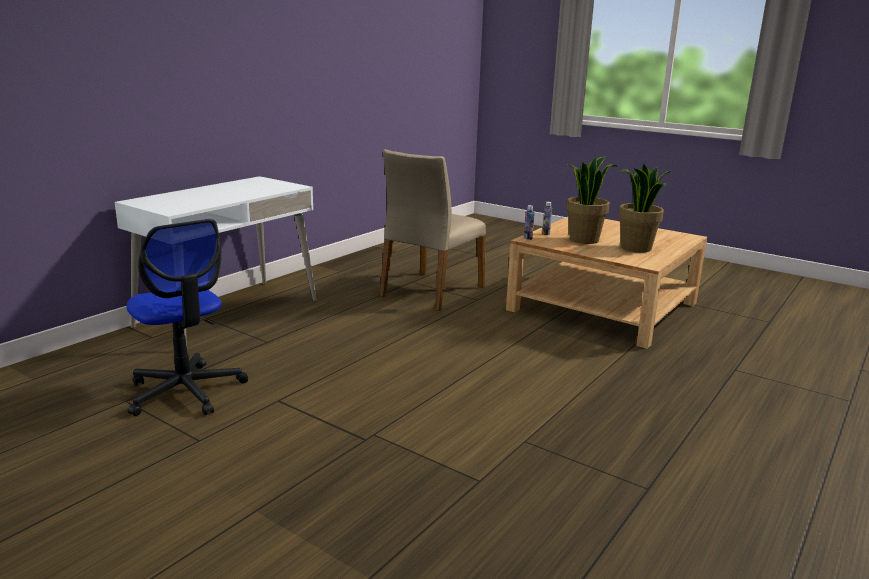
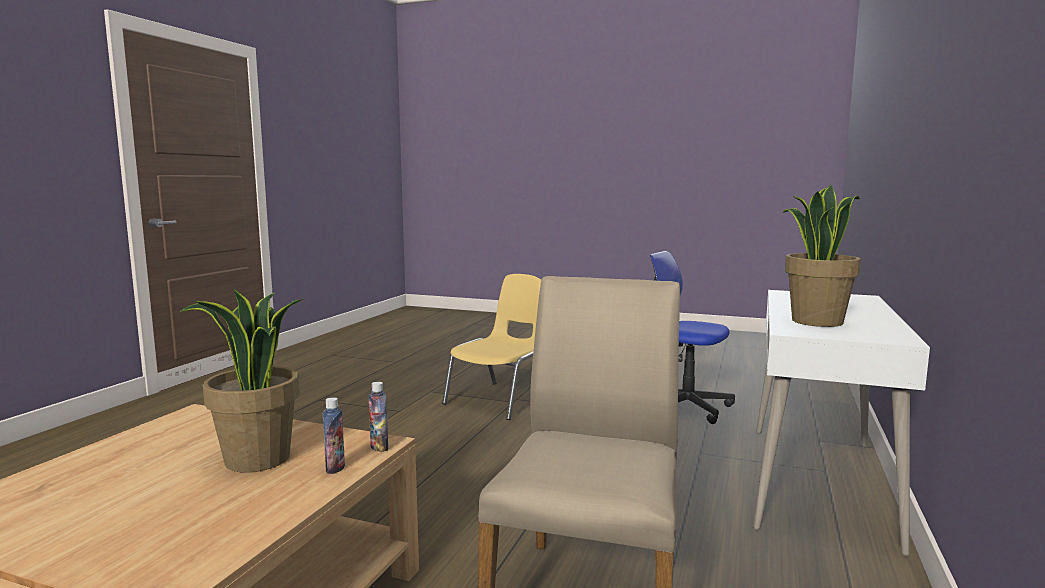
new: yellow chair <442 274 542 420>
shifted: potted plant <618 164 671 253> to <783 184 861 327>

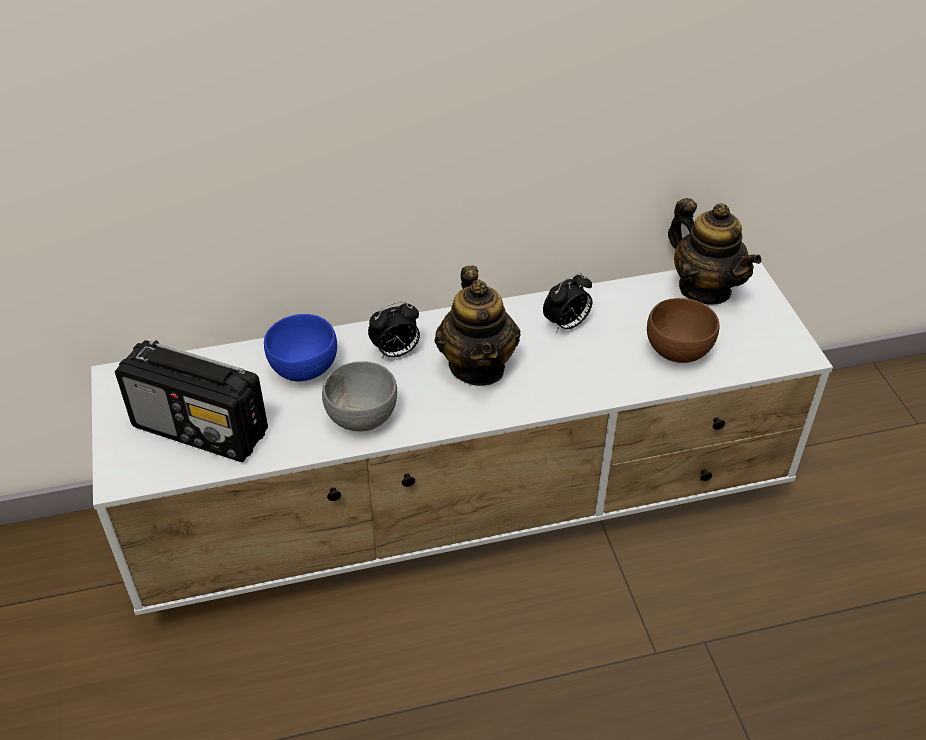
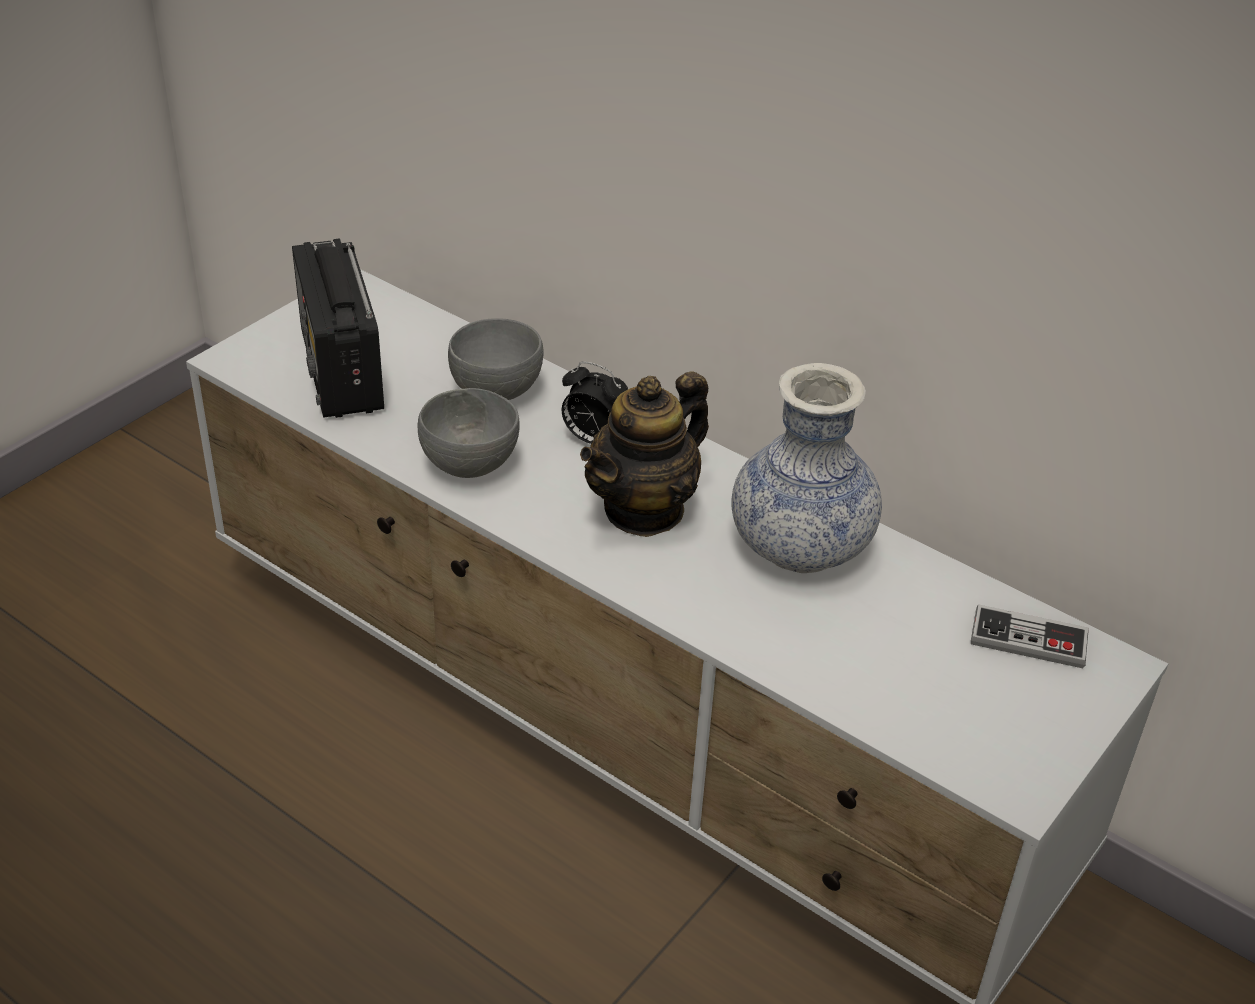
gone: brown bowl <647 298 720 363>
swapped: alarm clock <543 272 592 333> to vase <731 363 882 573>; teapot <668 198 762 304> to game controller <971 604 1088 668>
repainted: blue bowl <264 314 337 381> to grey bowl <448 318 544 400>

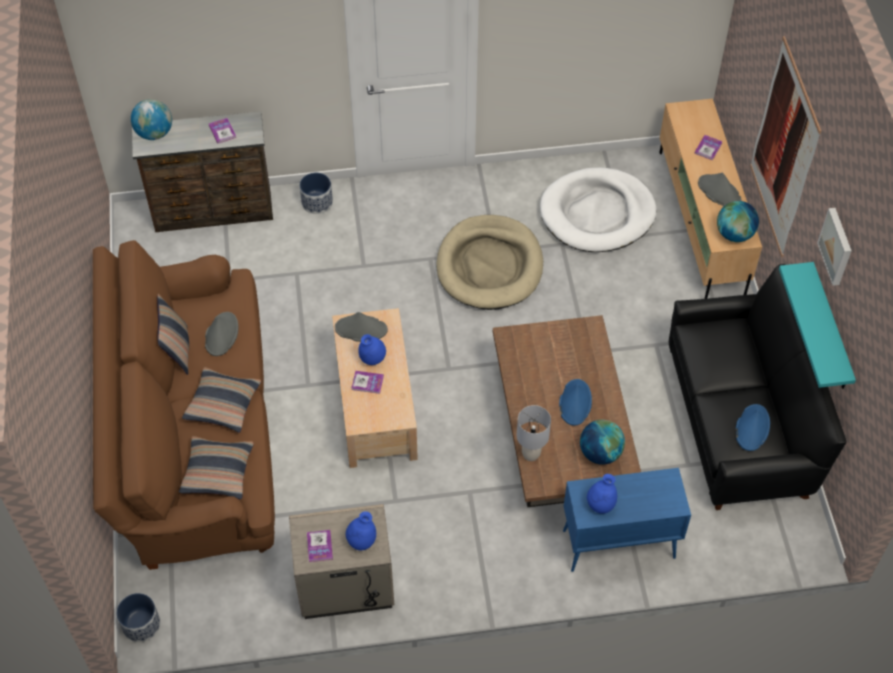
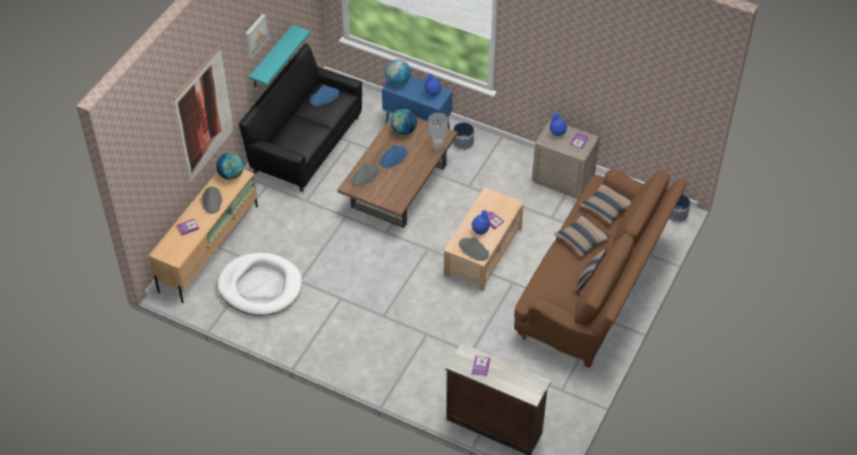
gone: beige dog bed <436 215 543 310>
shifted: globe <131 99 172 140> to <385 59 411 86>; grey hat <205 312 239 356> to <351 163 380 186>; planter <300 172 333 214> to <453 122 474 150>

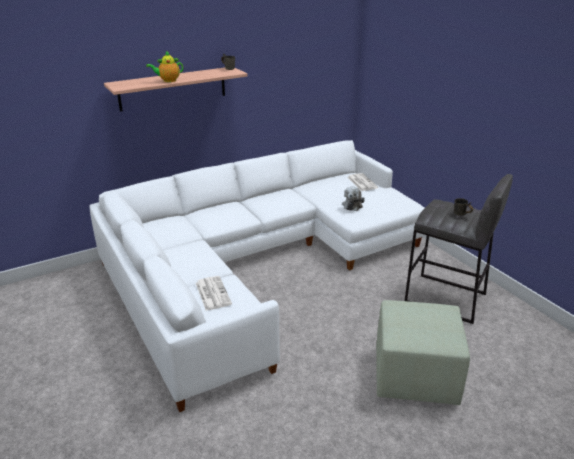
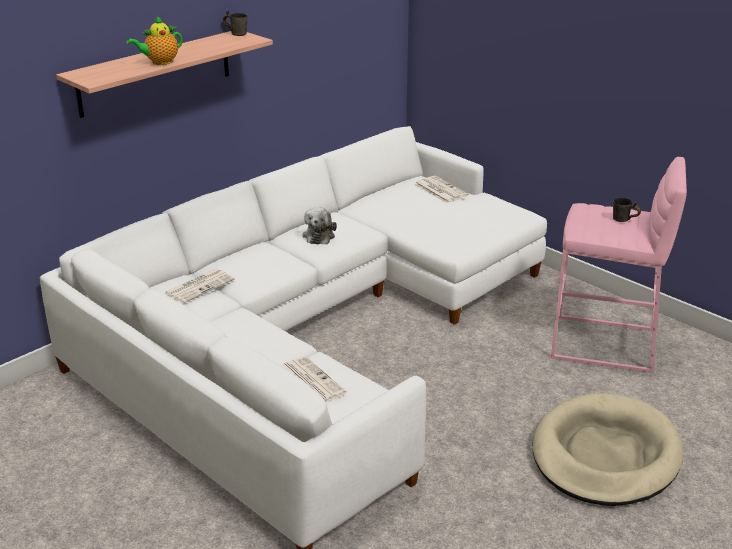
new: newspaper <165 268 235 304>
shifted: plush toy <342 187 365 211> to <302 207 337 244>
swapped: green ottoman <376 300 470 405> to beige dog bed <533 393 683 506>
repainted: grey stool <405 174 513 324> to pink stool <551 157 687 373>

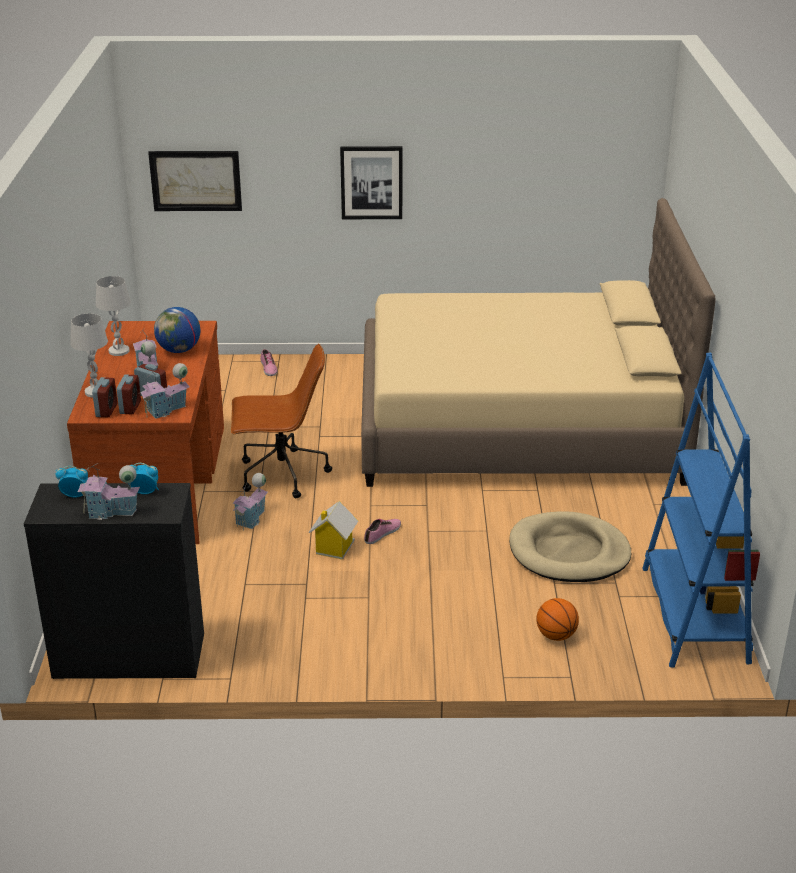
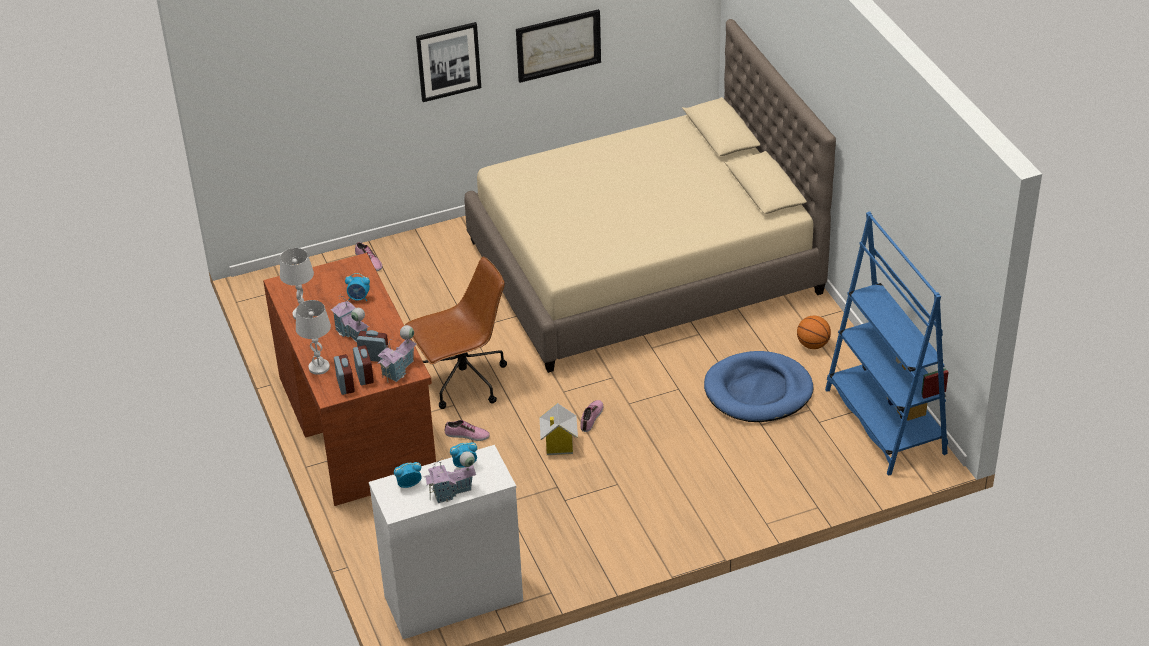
shifted: picture <148 151 242 211> to <516 9 601 83>; basketball <536 598 579 641> to <797 316 831 349>
swapped: globe <154 307 200 353> to alarm clock <345 273 370 301>; toy house <233 473 268 531> to shoe <445 420 490 441>
repainted: black dresser <24 483 204 679> to white dresser <369 445 523 639>; beige dog bed <509 511 631 582> to blue dog bed <704 351 814 422>

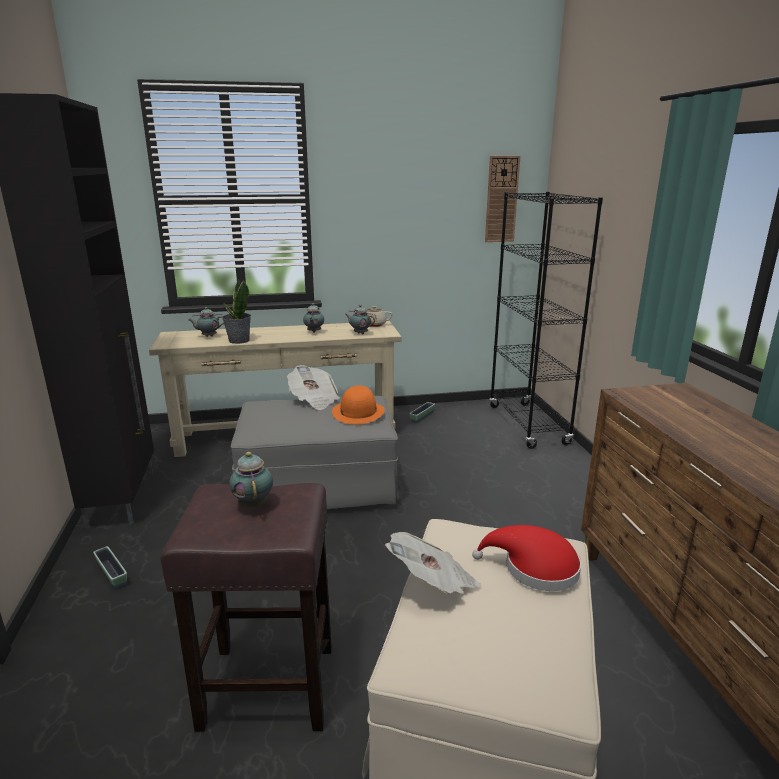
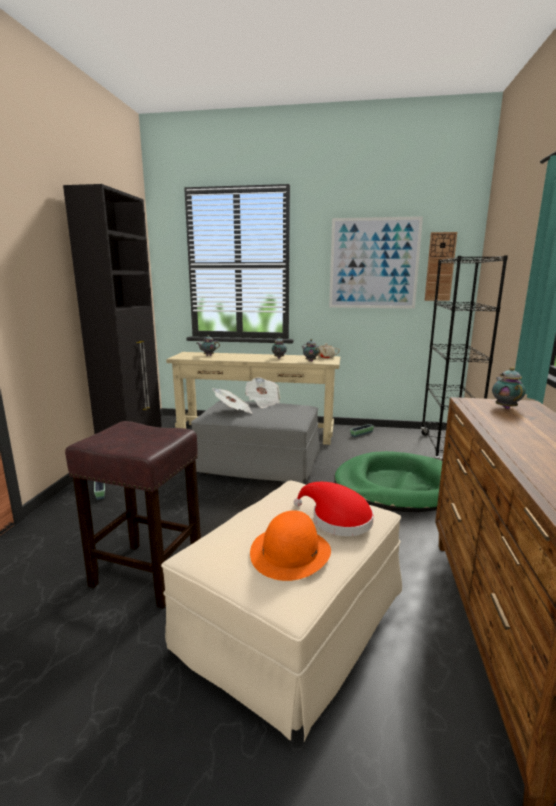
gone: potted plant <222 279 251 344>
new: picture <329 216 423 309>; green dog bed <334 451 442 512>
shifted: teapot <229 452 273 508> to <492 367 526 409>; orange hat <332 385 385 424> to <250 510 331 581>; newspaper <385 532 481 594> to <212 388 252 413>

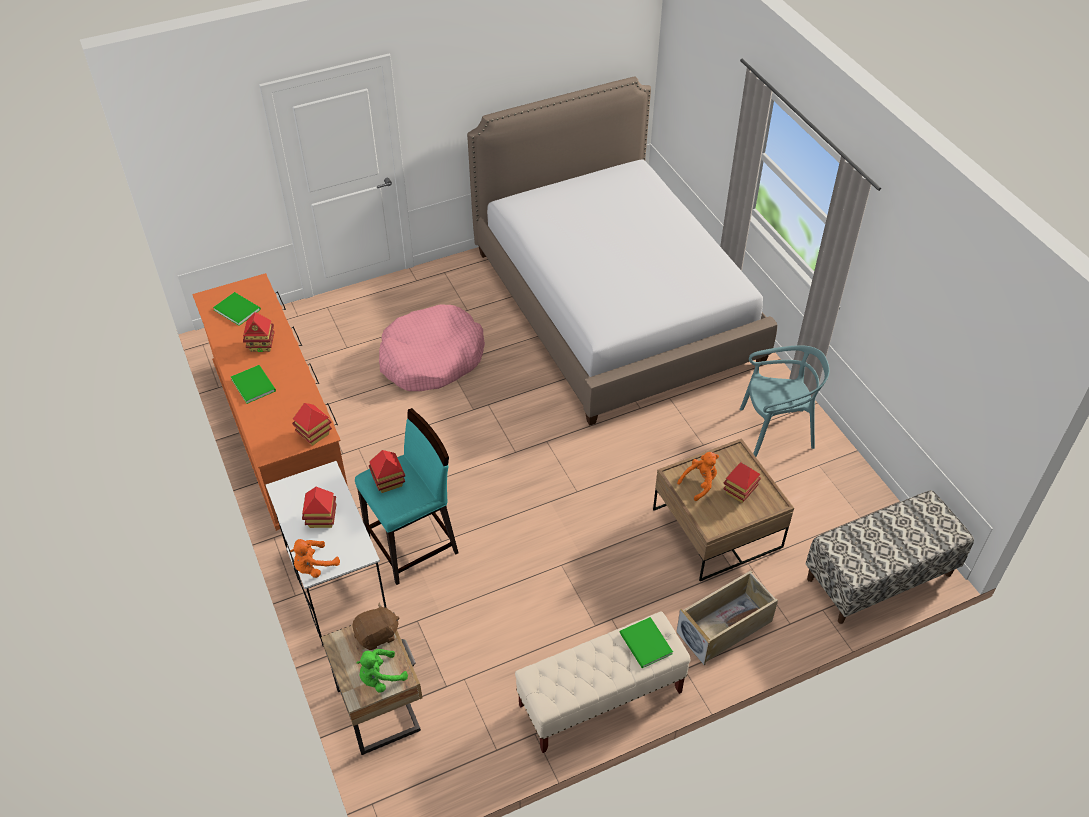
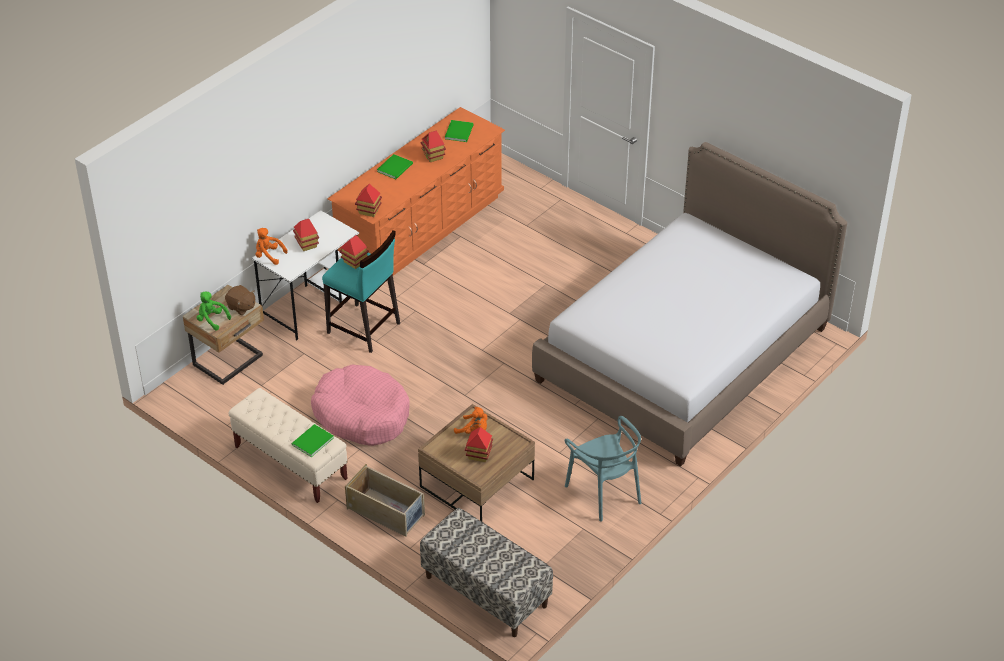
shifted: pink dog bed <379 304 485 391> to <311 365 410 446>

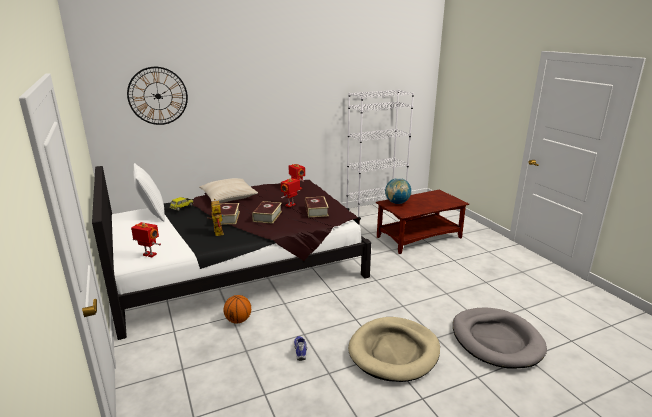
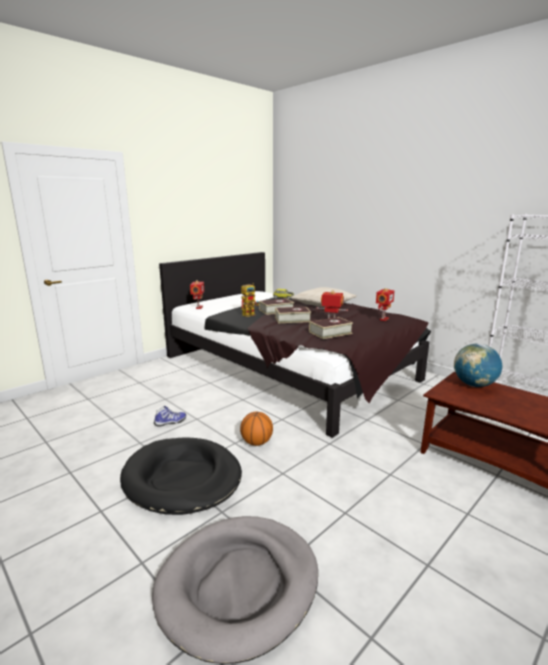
gone: wall clock <127 67 188 125>; white pillow <133 163 165 222>
shifted: basketball <224 295 251 324> to <240 411 273 446>
repainted: beige dog bed <348 317 440 382> to black dog bed <120 437 242 515>

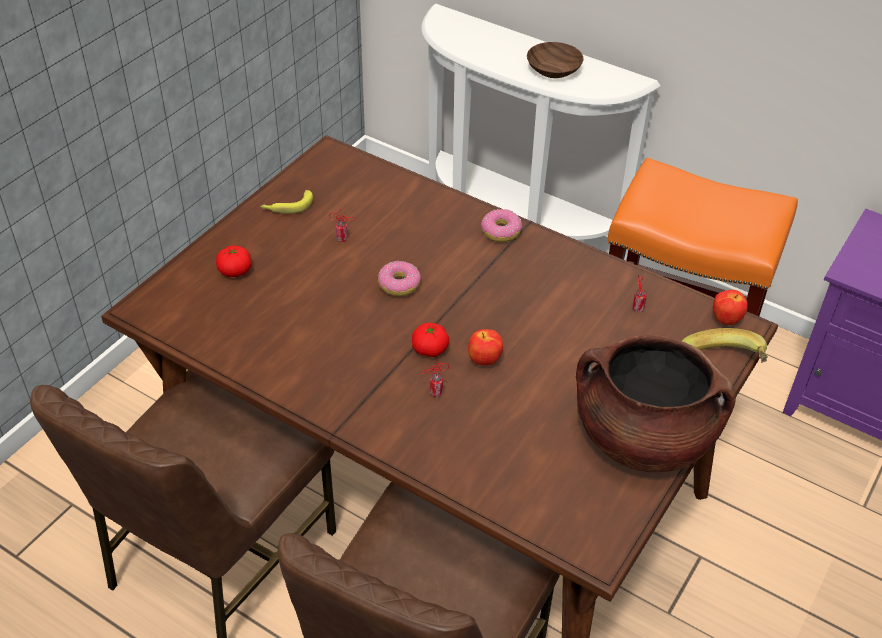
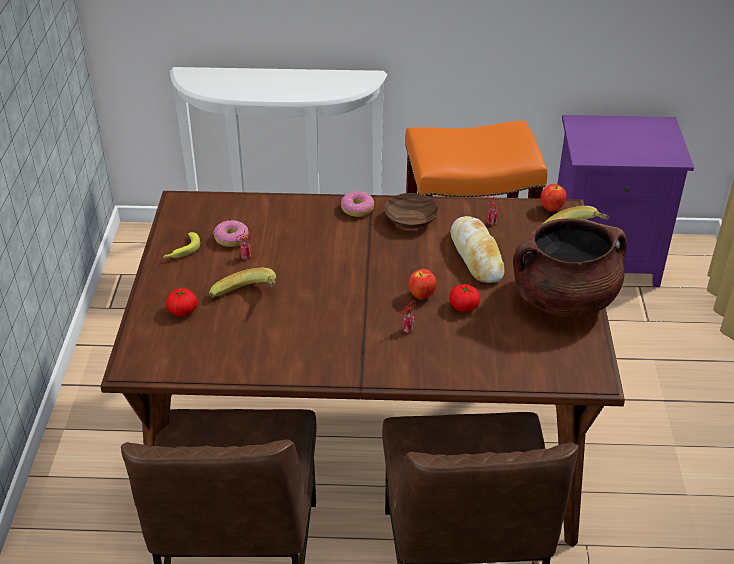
new: banana <209 268 276 298>; bread <451 216 504 283>
shifted: donut <378 261 421 296> to <214 220 249 247>; tomato <412 323 449 357> to <449 284 480 312>; brown bowl <527 42 584 78> to <384 193 438 229>

